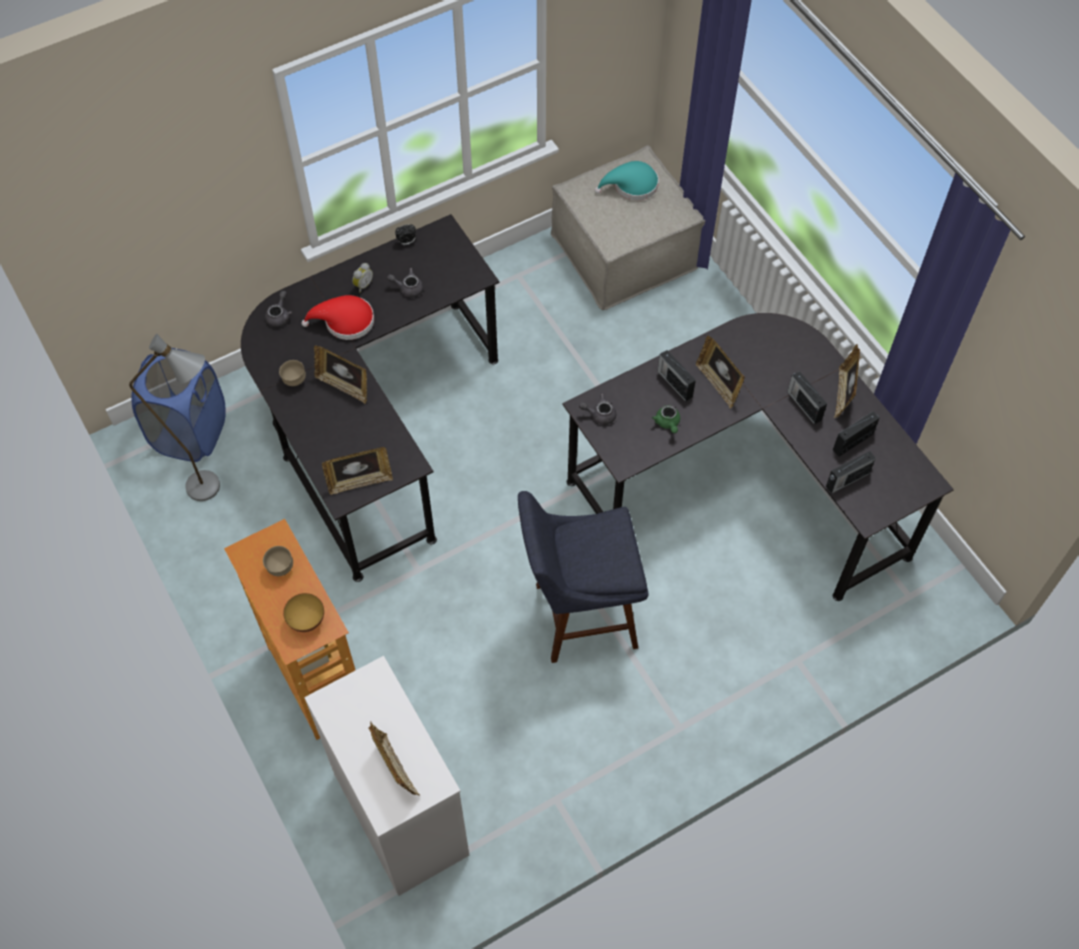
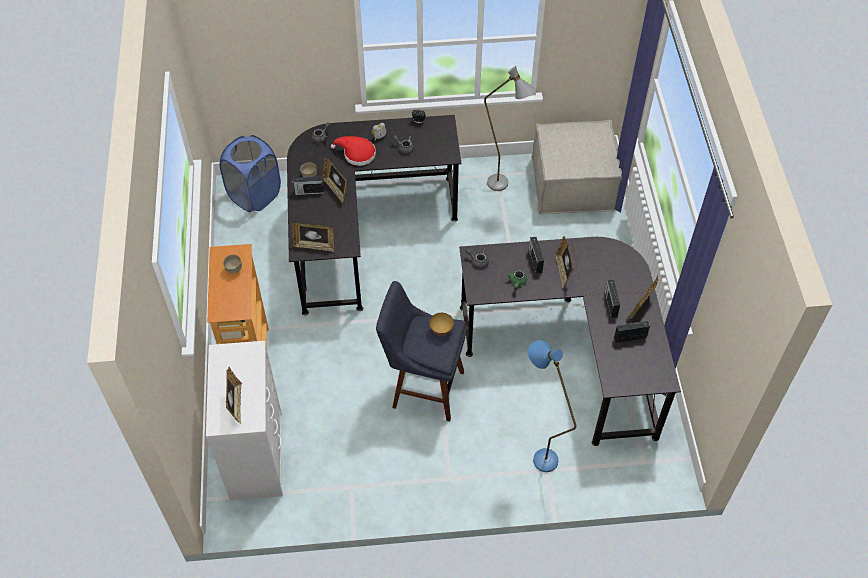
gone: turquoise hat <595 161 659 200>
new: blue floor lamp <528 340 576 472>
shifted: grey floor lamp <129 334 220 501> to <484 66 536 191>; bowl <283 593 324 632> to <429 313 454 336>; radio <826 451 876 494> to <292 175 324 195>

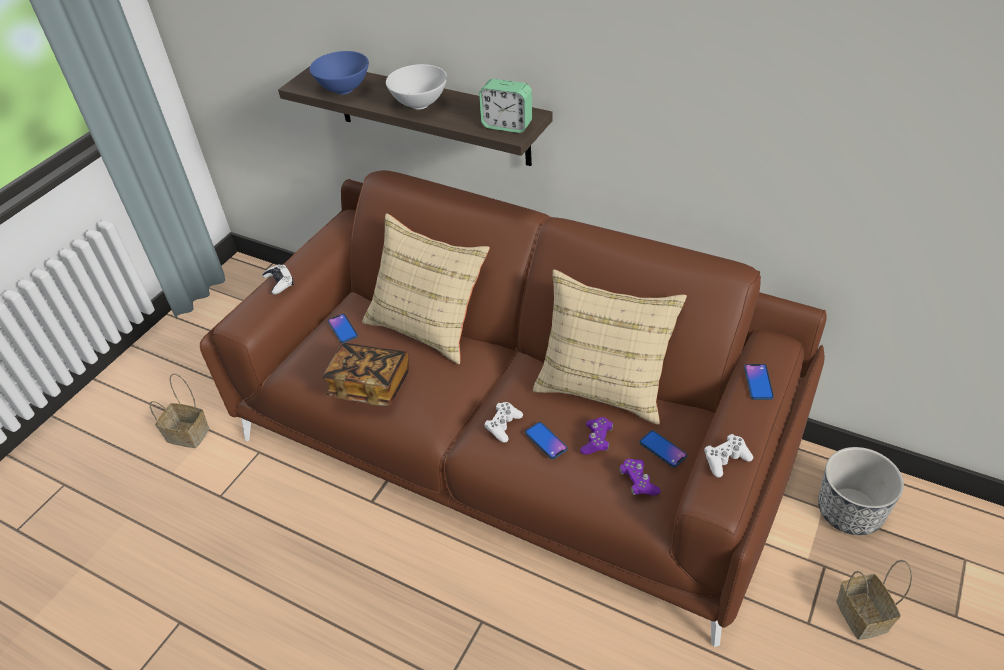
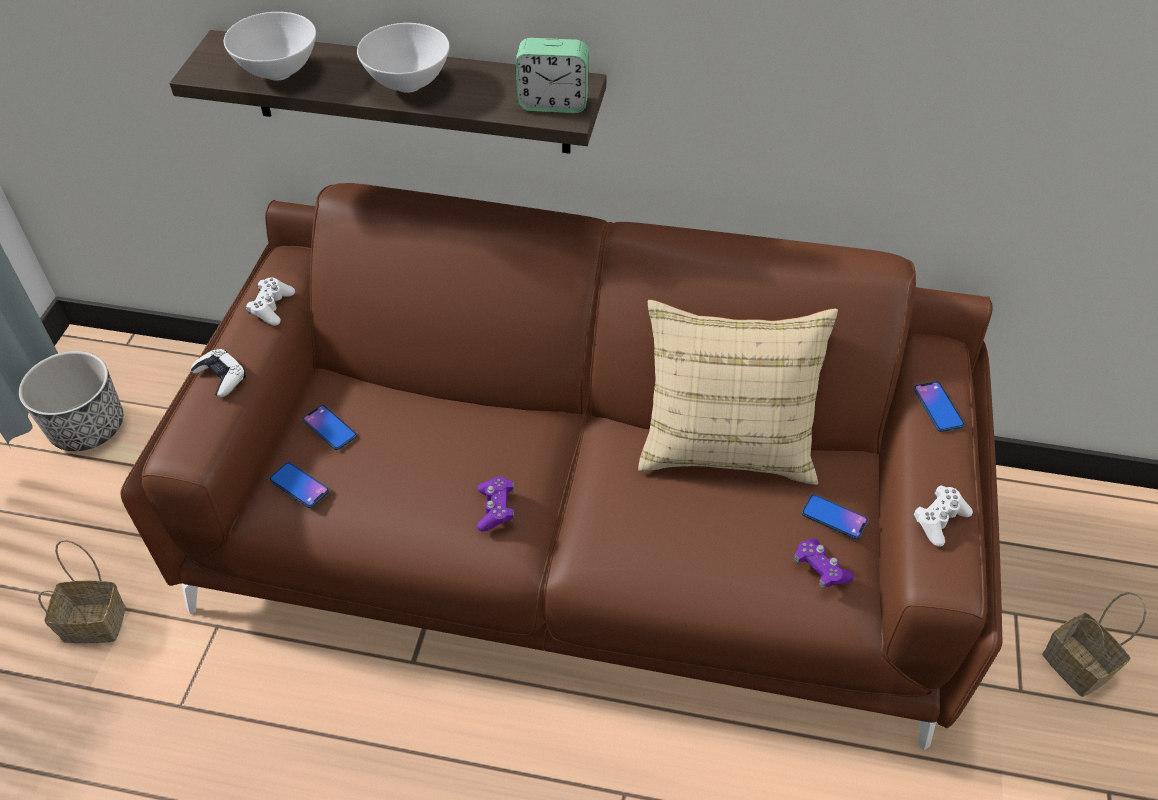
gone: book <323 343 409 406>; beige pillow <362 213 490 364>
shifted: white game controller <484 402 523 443> to <246 277 295 325>; phone <525 422 568 459> to <269 462 329 508>; purple game controller <580 417 613 454> to <477 476 514 531>; planter <818 447 904 535> to <19 351 123 451>
repainted: blue bowl <309 51 369 94> to white bowl <224 12 316 81>

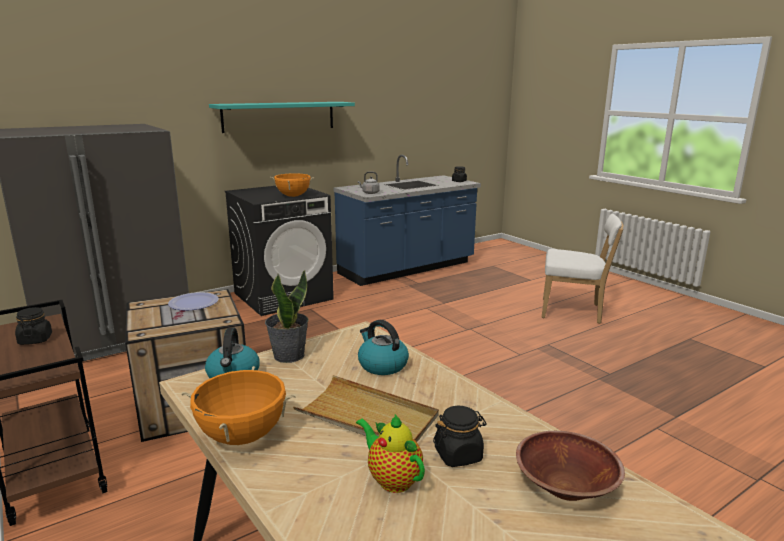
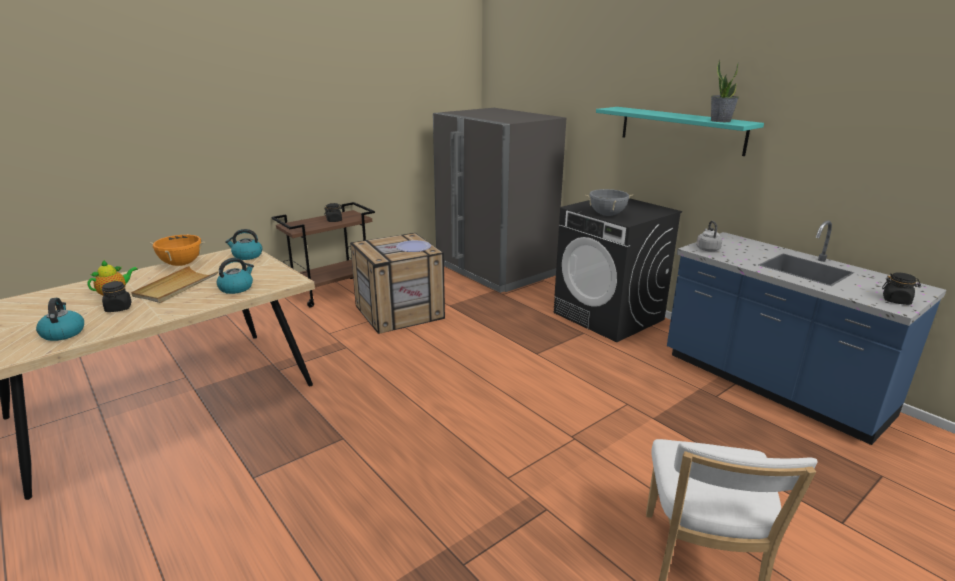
shifted: potted plant <265 270 309 363> to <711 59 739 122>
swapped: brown bowl <516 431 625 501> to kettle <36 298 84 341>
repainted: orange cooking pot <270 173 315 197> to grey cooking pot <585 189 633 216>

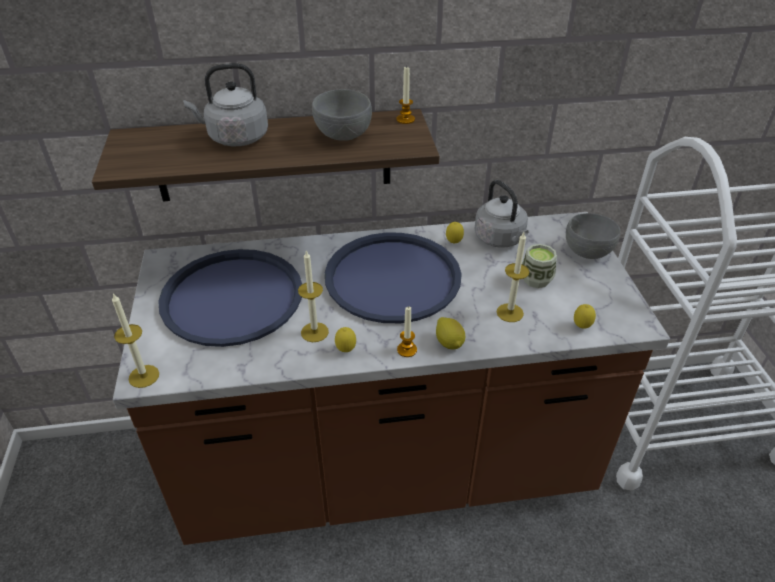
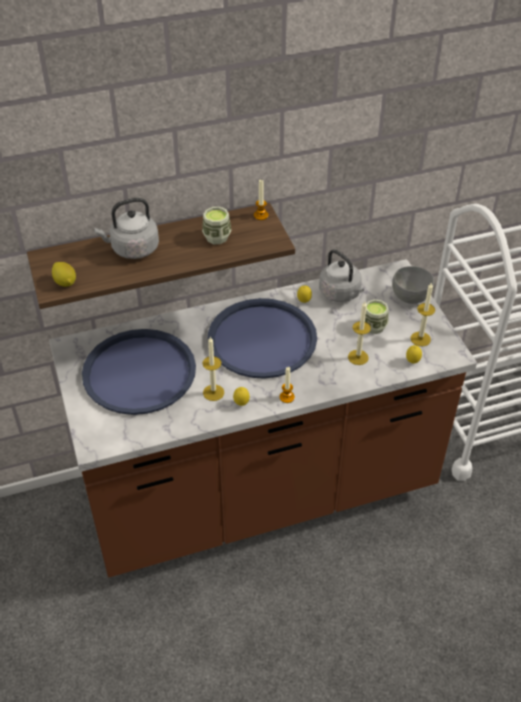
shifted: candle <112 293 159 388> to <411 282 435 346>; lemon <436 317 465 349> to <52 262 76 287>
swapped: grey bowl <312 89 372 141> to cup <202 207 231 244>

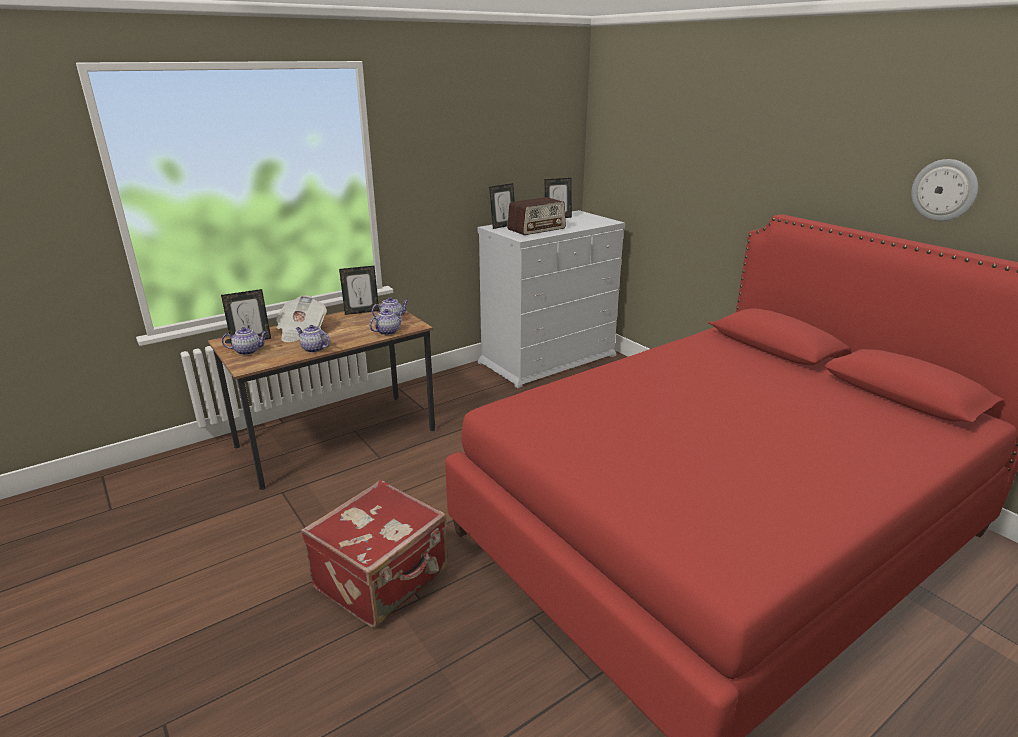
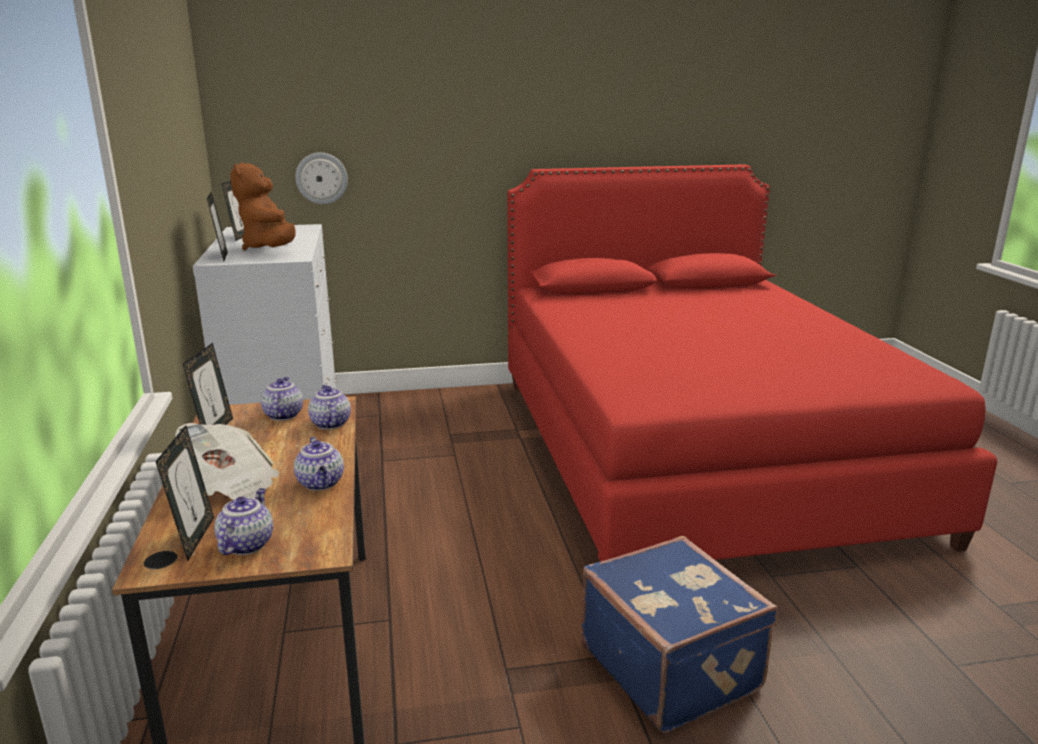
shifted: wall clock <911 159 978 221> to <295 152 348 204>
swapped: radio <507 197 566 235> to brown plush toy <230 162 295 251>
repainted: red suitcase <301 480 448 628> to blue suitcase <581 536 778 733>
rotated: teapot <296 325 330 353> = <294 437 344 491> 75 degrees counterclockwise

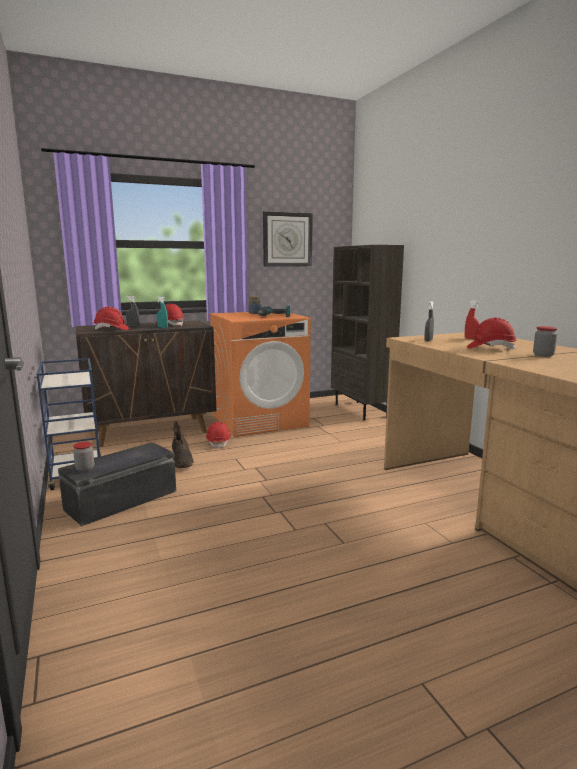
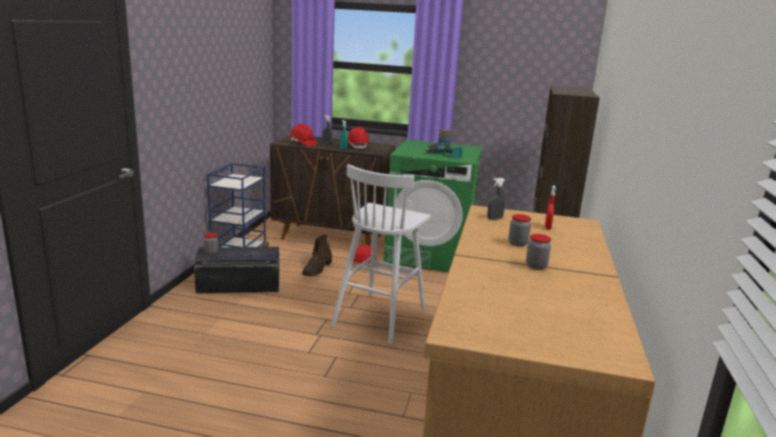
gone: wall clock <263 211 313 267>
new: white stool <331 164 431 344>
swapped: red hard hat <467 318 516 349> to jar <509 214 531 247>
repainted: orange washing machine <209 312 311 437> to green washing machine <384 139 482 272>

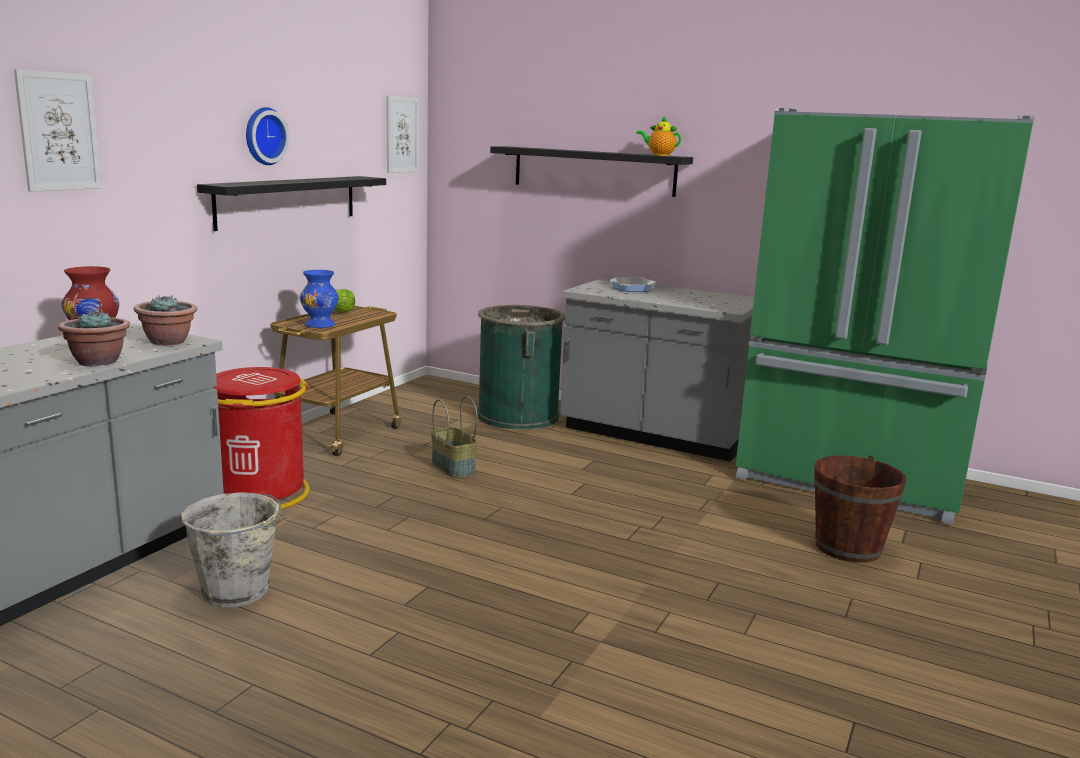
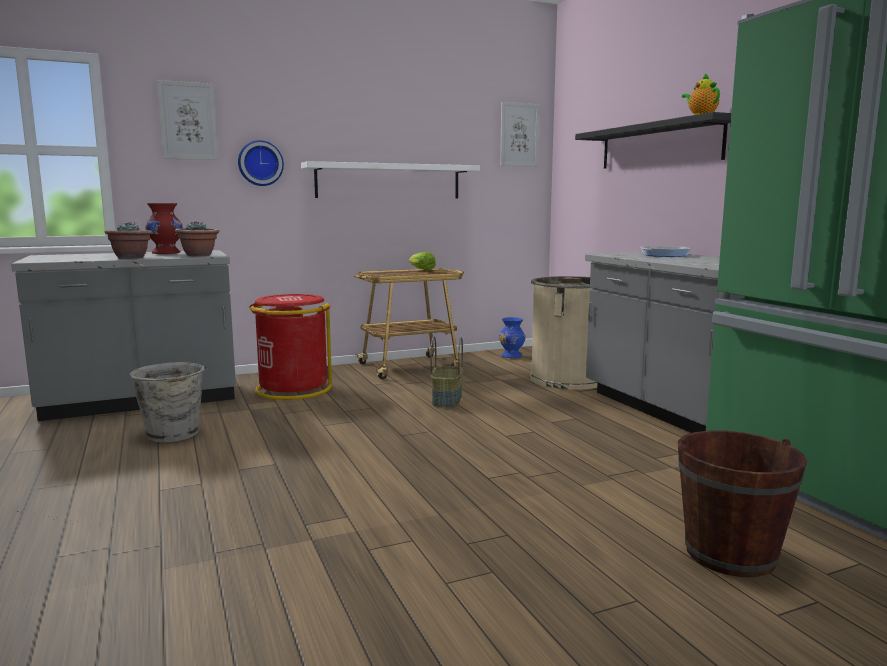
shifted: wall clock <246 107 289 165> to <238 140 284 186>; blue vase <300 270 339 328> to <499 317 526 358>
repainted: black shelf <197 176 386 231> to white shelf <301 161 480 198>; green trash can <477 305 565 430> to beige trash can <530 276 598 390>

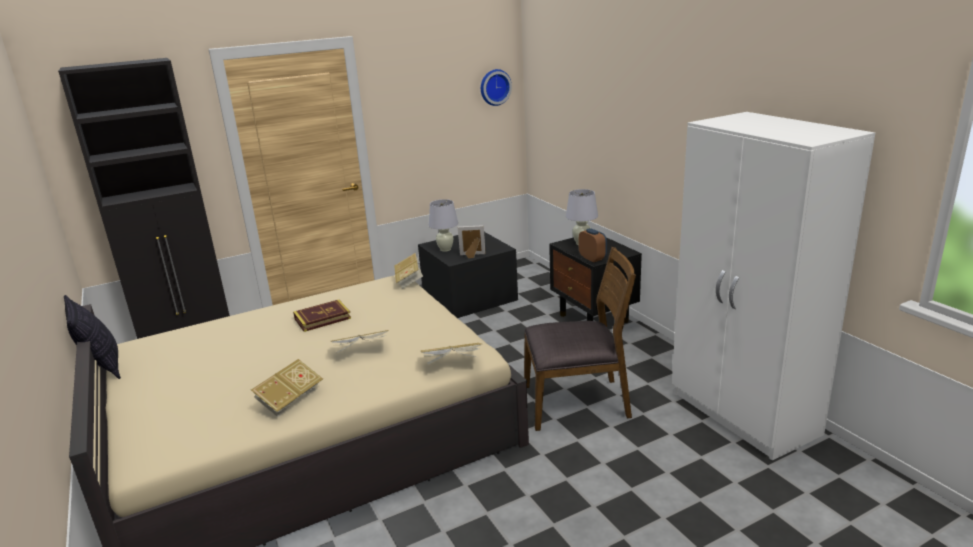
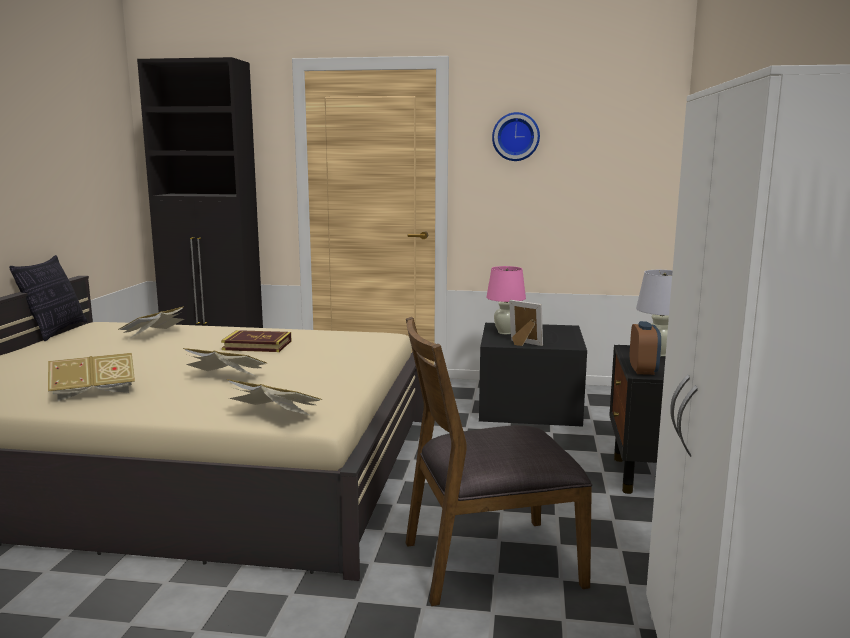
shifted: book <394 253 423 289> to <118 306 184 339>; wall clock <481 69 512 106> to <492 112 540 161>
repainted: white table lamp <429 199 458 252> to pink table lamp <486 266 526 334>
rotated: brown chair <524 247 636 431> = <405 317 592 606> 135 degrees clockwise

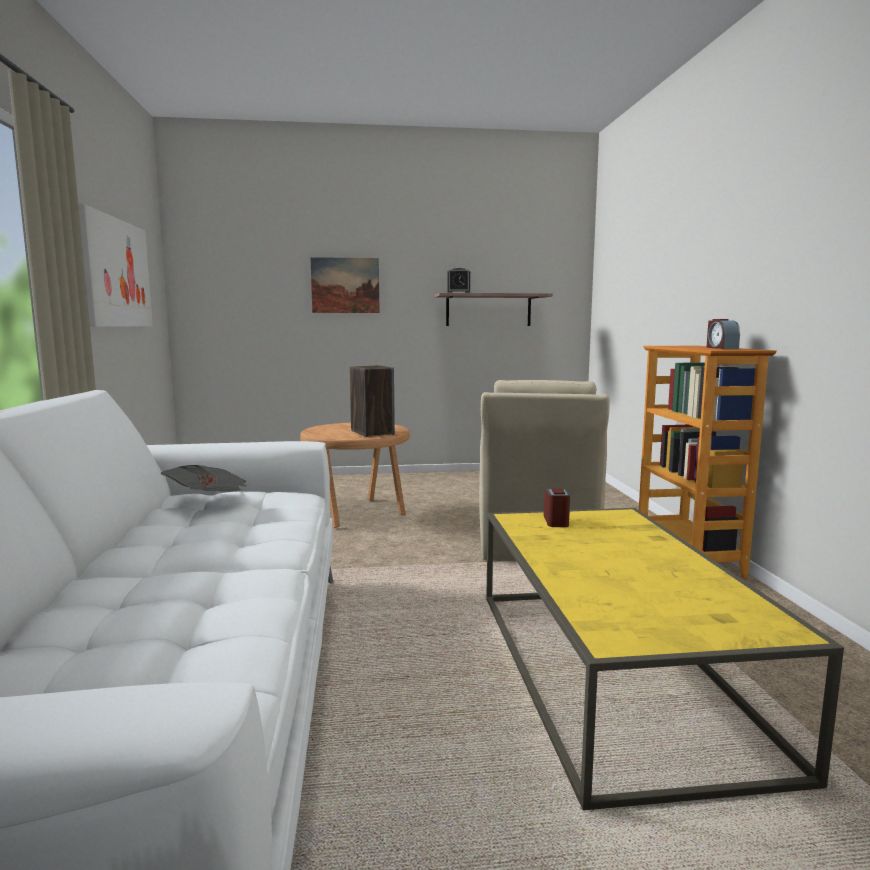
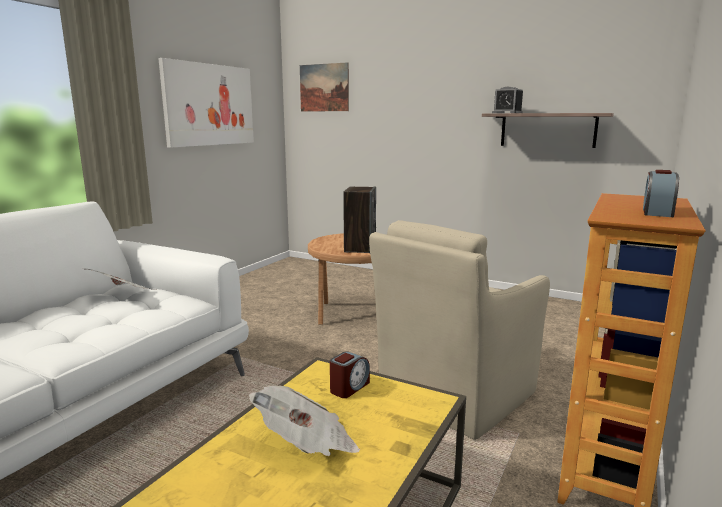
new: newspaper <249 386 360 456>
shifted: picture <310 257 380 313> to <300 62 349 112>

